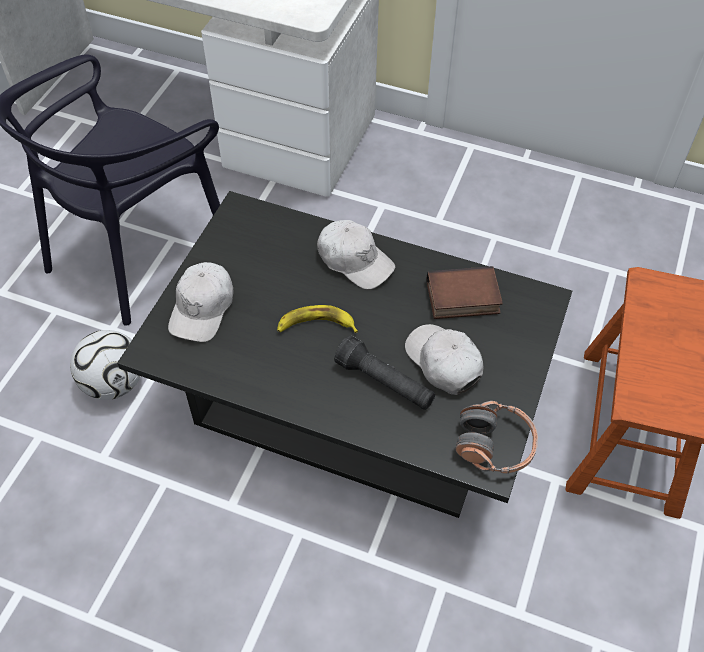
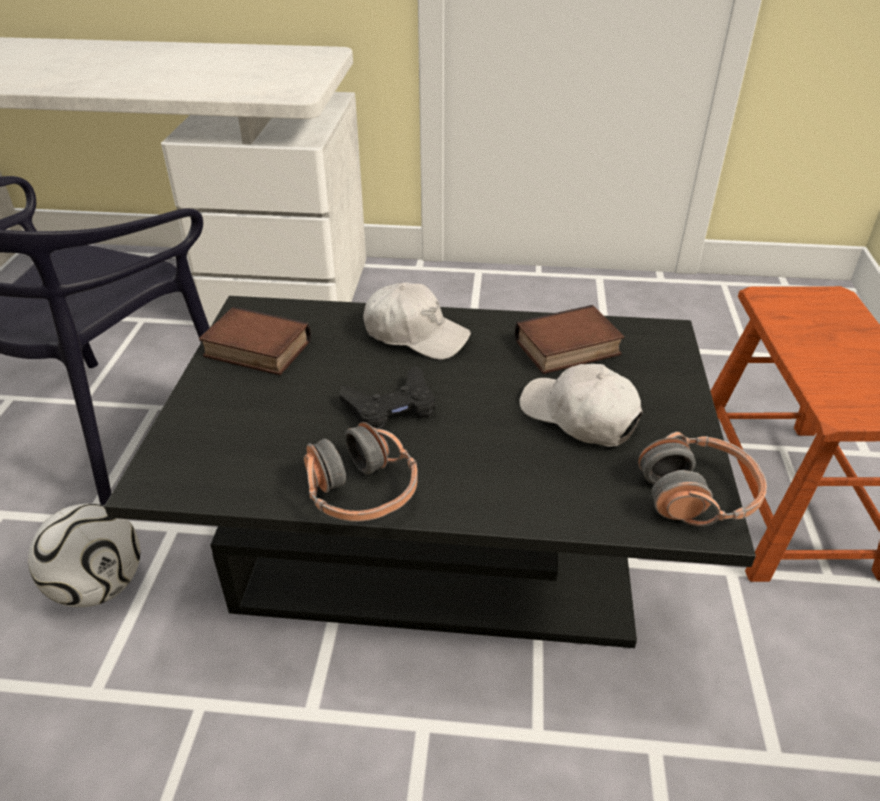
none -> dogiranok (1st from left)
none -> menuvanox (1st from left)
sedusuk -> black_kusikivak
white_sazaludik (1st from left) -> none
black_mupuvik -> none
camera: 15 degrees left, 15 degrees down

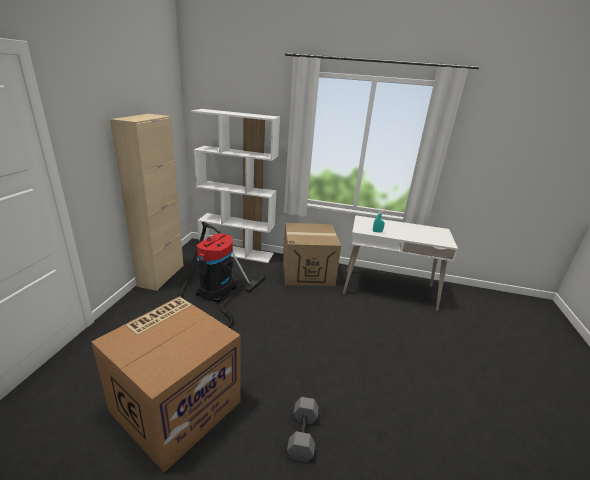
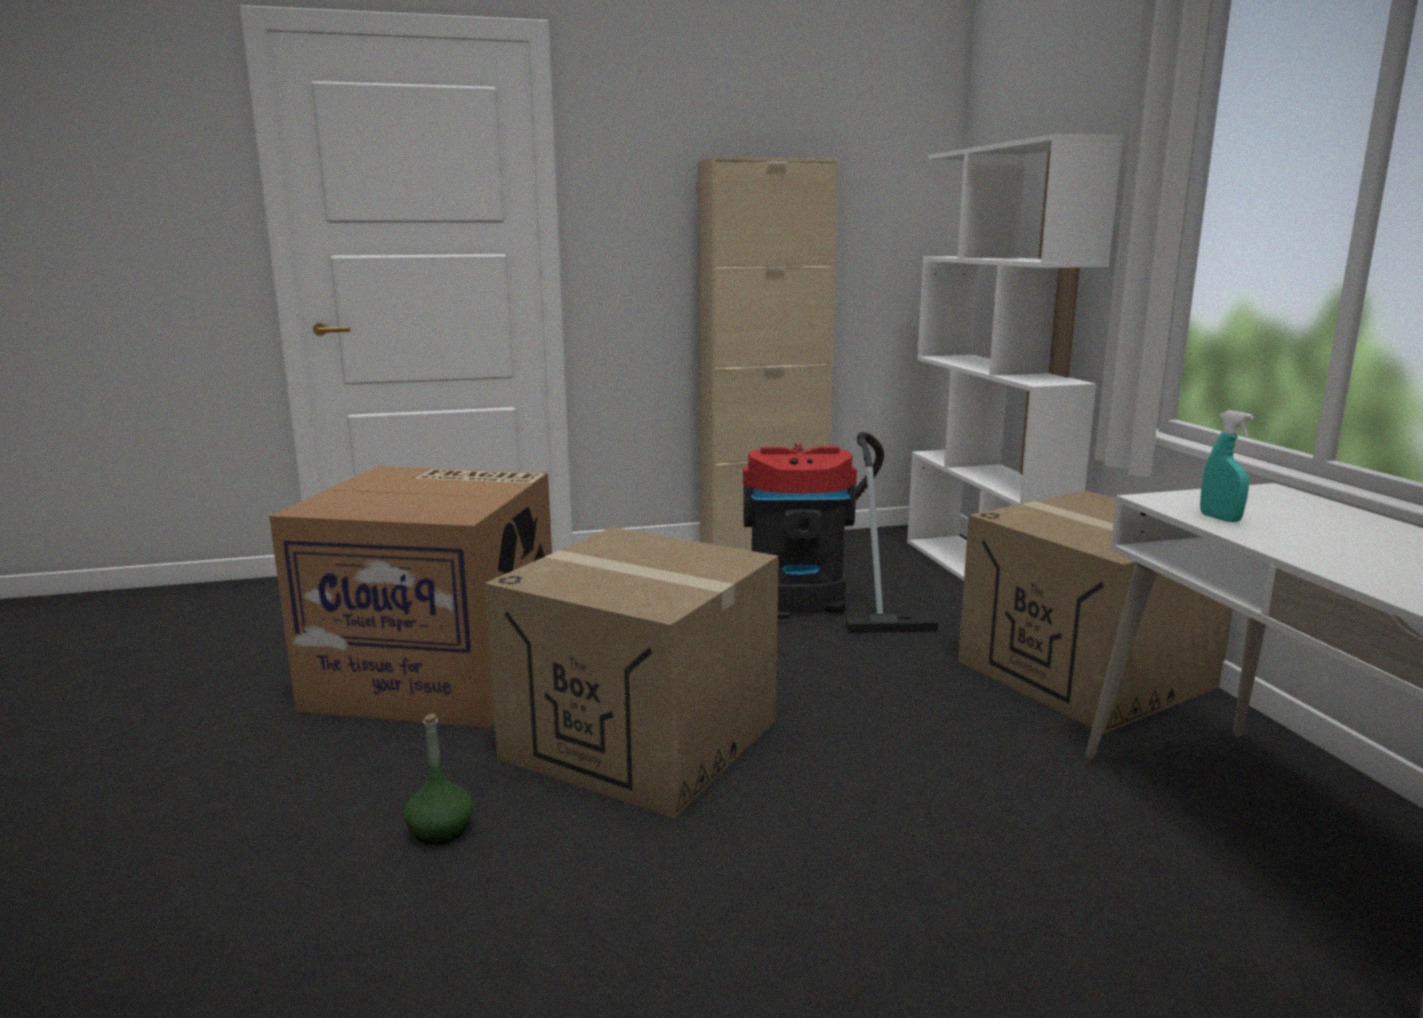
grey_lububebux -> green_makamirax
none -> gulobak (2nd from left)
camera: 65 degrees right, 10 degrees down

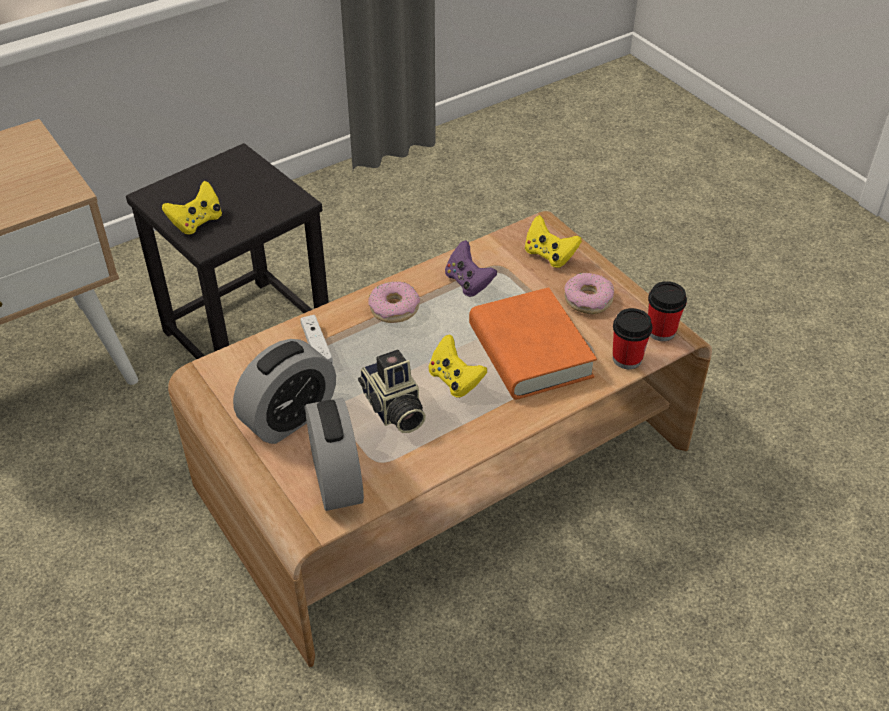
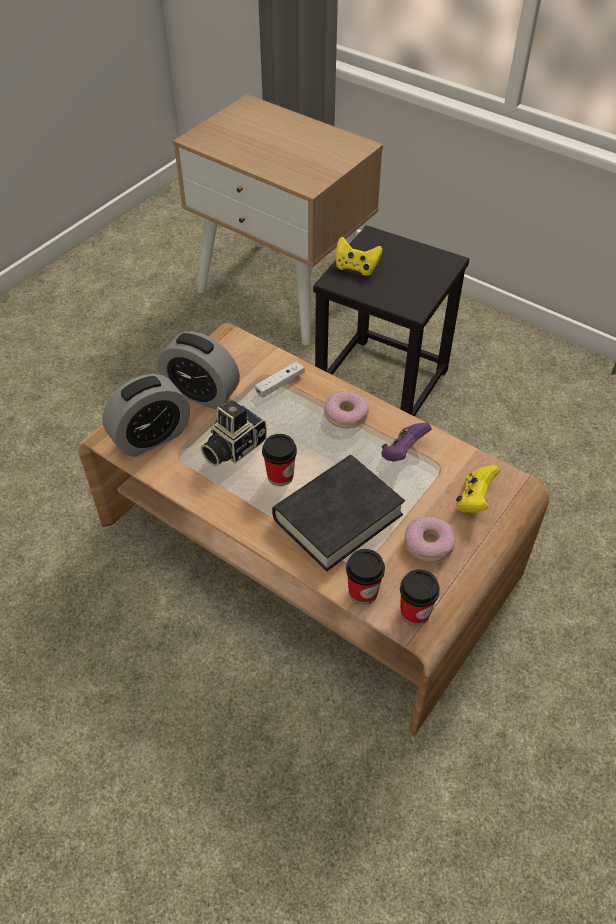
yellow_kusikivak (2nd from left) -> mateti (1st from left)
orange_dogiranok -> black_dogiranok
camera: 70 degrees right, 5 degrees up

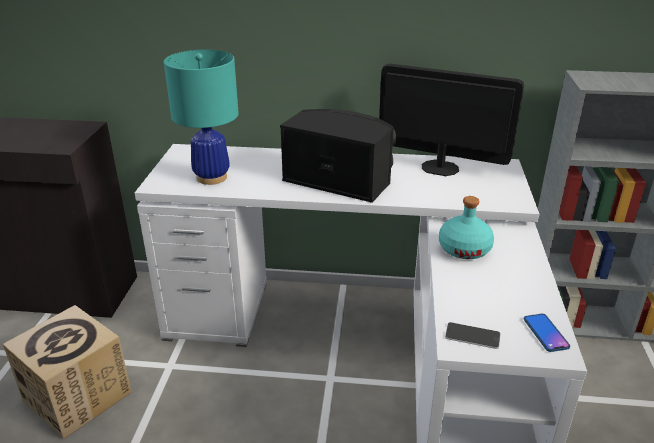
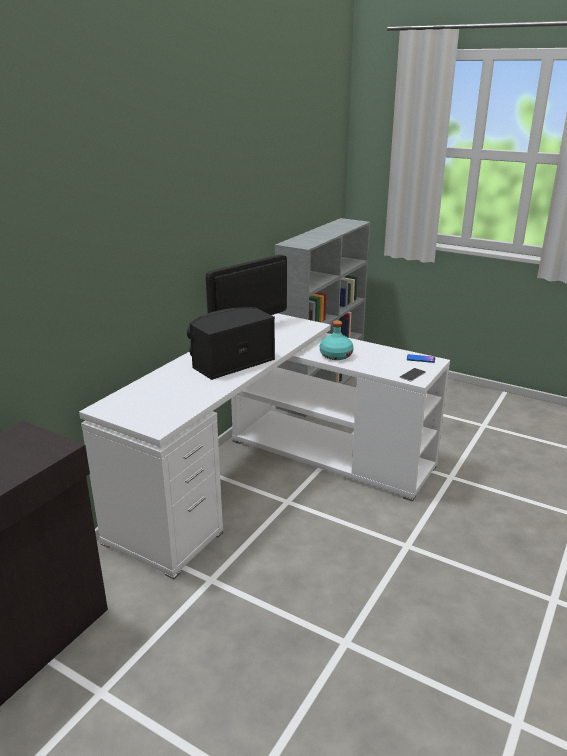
gulobak -> none
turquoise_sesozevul -> none
camera: 65 degrees left, 5 degrees down

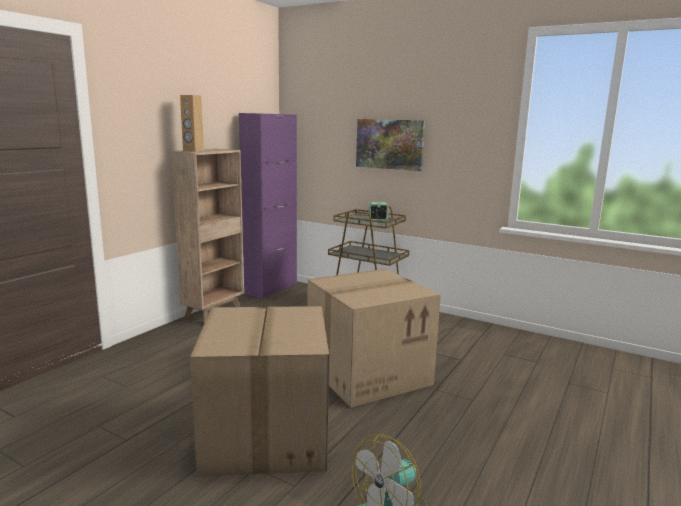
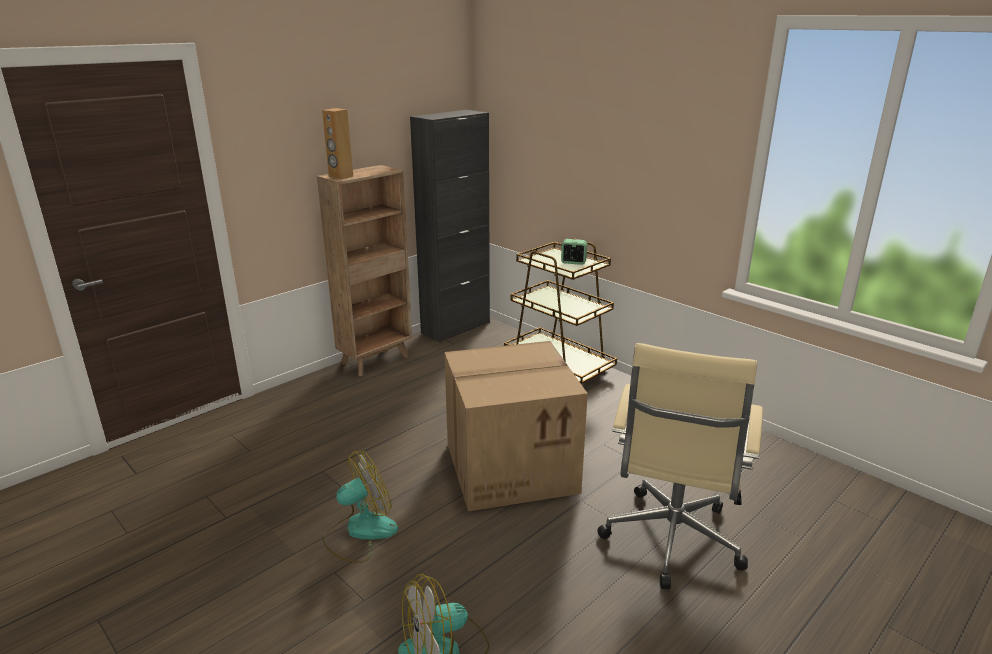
gulobak (1st from left) -> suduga (1st from left)
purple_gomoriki -> black_gomoriki
none -> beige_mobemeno
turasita -> none
camera: 15 degrees right, 10 degrees up

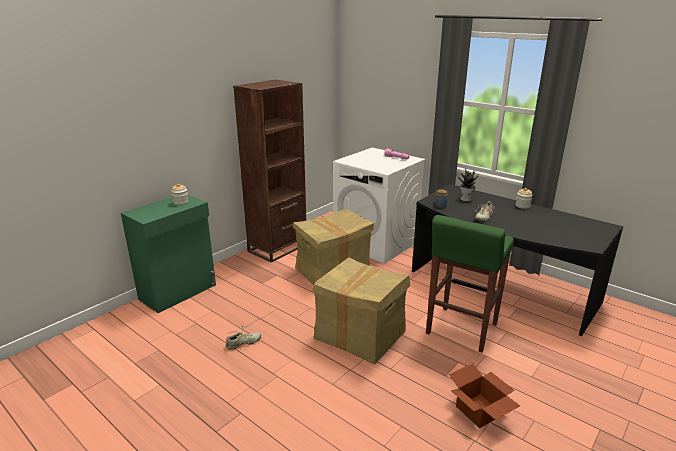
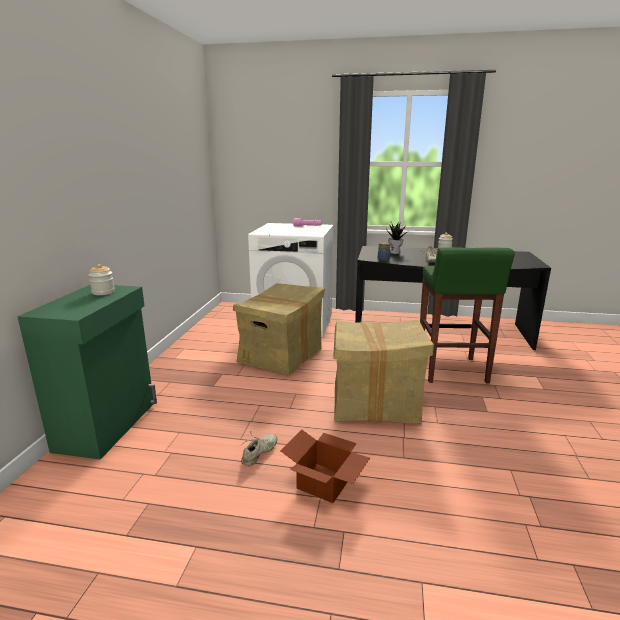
gulobak (3rd from left in the first image) -> gulobak (2nd from left), moved
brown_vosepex -> none
camera: 30 degrees left, 5 degrees down

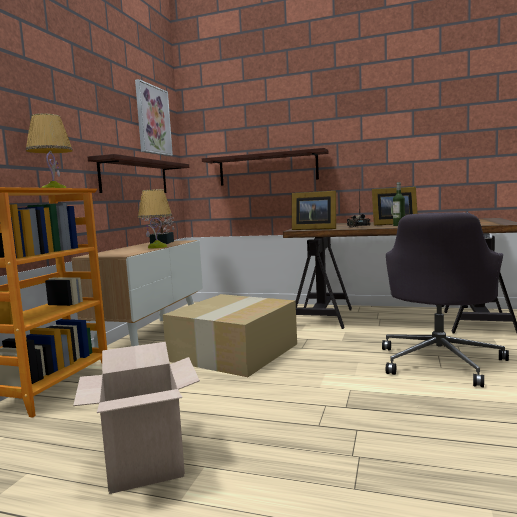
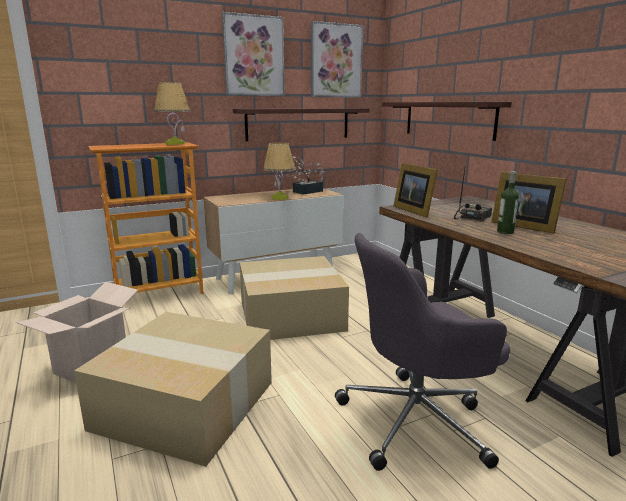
none -> gulobak (2nd from left)
none -> turasita (1st from left)
camera: 45 degrees right, 10 degrees up

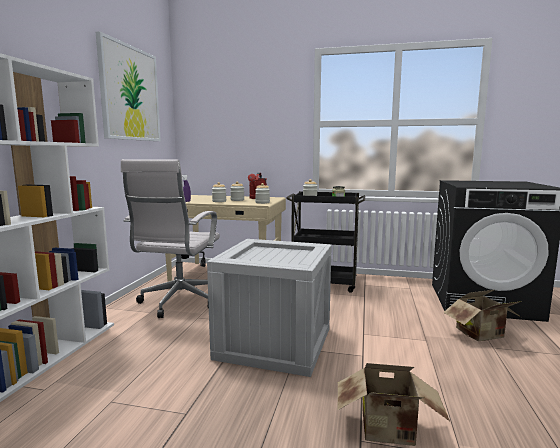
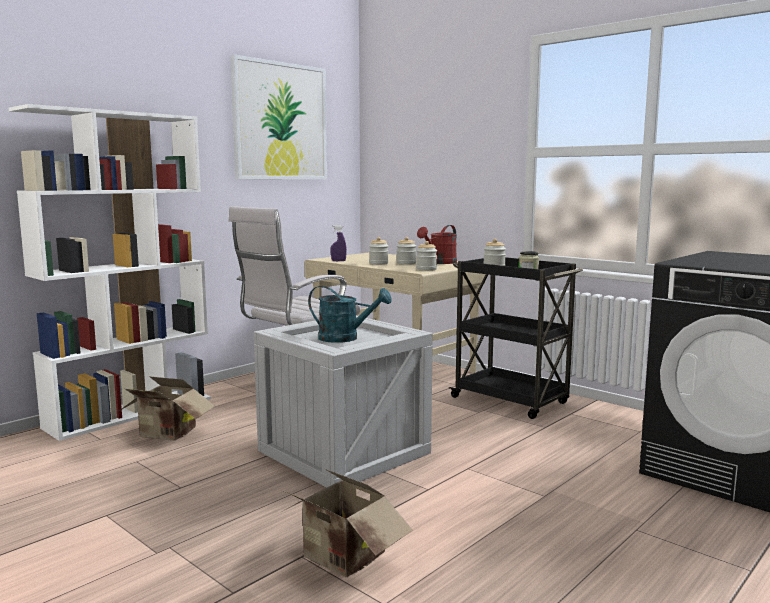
gulobak (2nd from left in the first image) -> gulobak (1st from left), moved
none -> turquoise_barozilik
camera: 30 degrees right, 0 degrees up

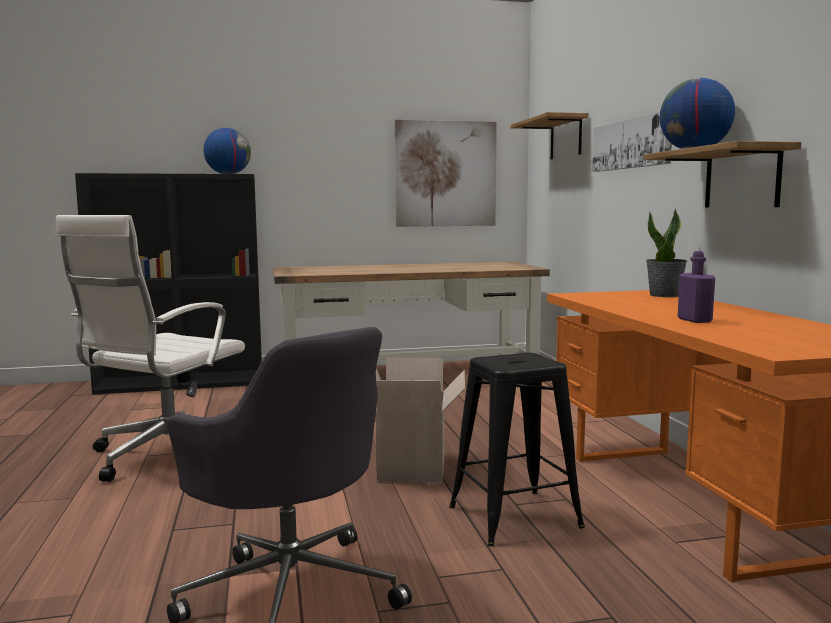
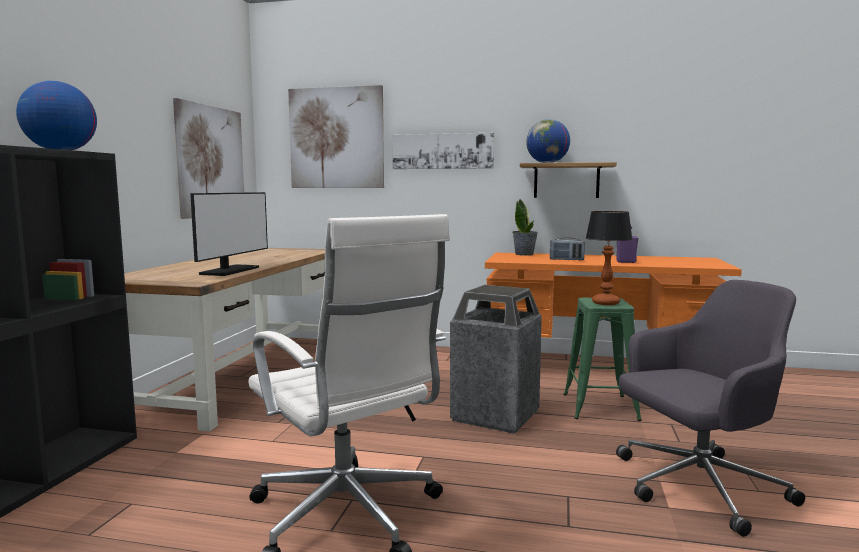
none -> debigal
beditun (1st from left) -> turasita (2nd from left)
gulobak -> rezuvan
none -> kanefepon
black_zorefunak -> green_zorefunak
none -> sesozevul
camera: 65 degrees left, 0 degrees up

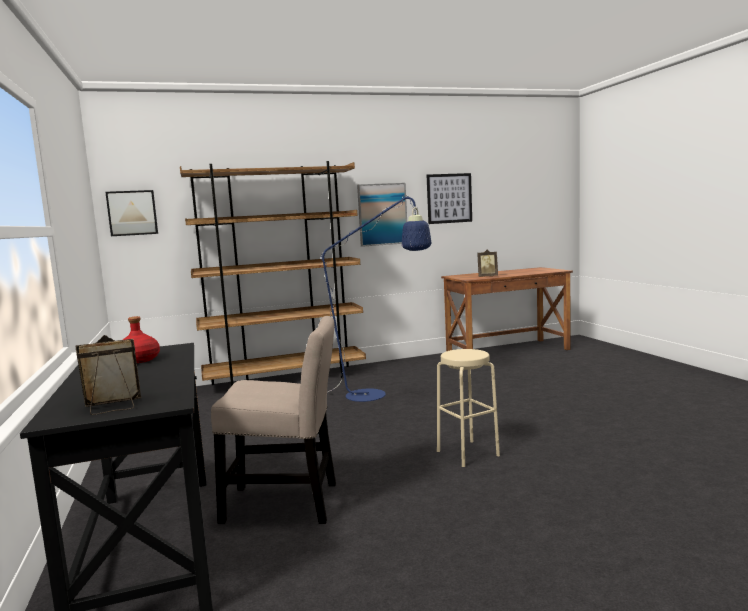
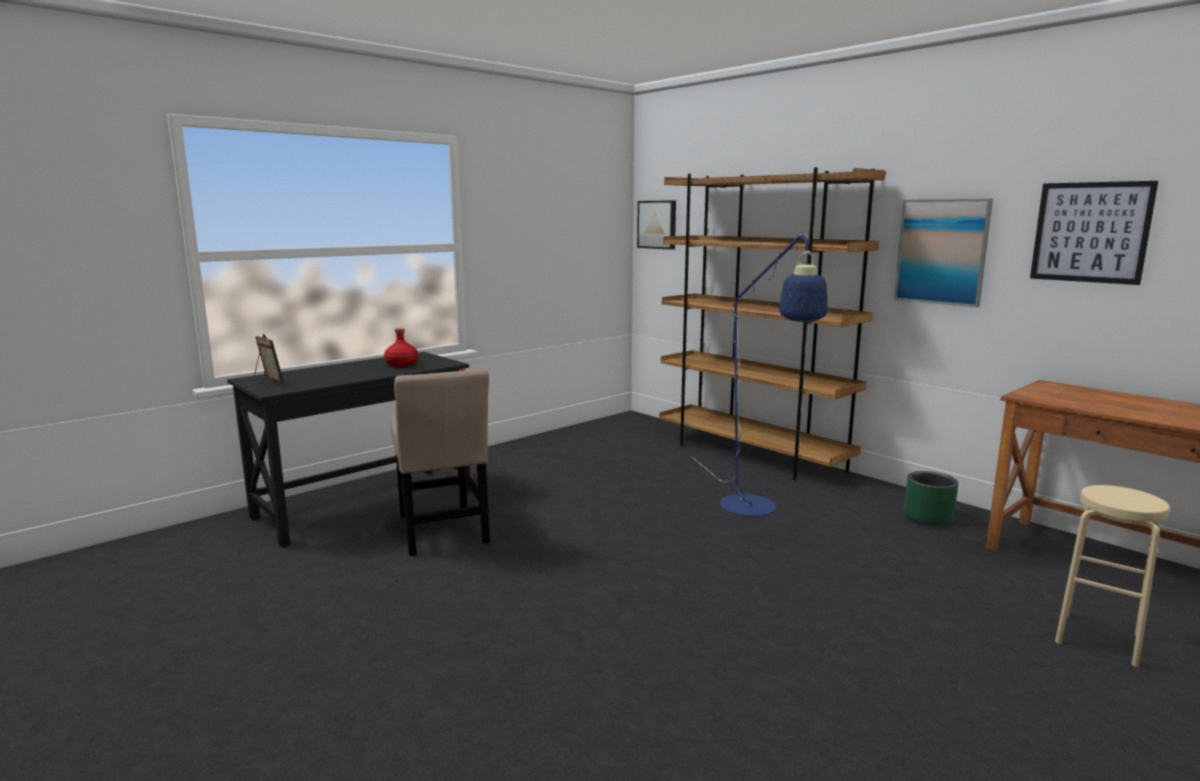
none -> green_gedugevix
beige_zorefunak, moved
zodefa (2nd from left) -> none
camera: 65 degrees right, 5 degrees up

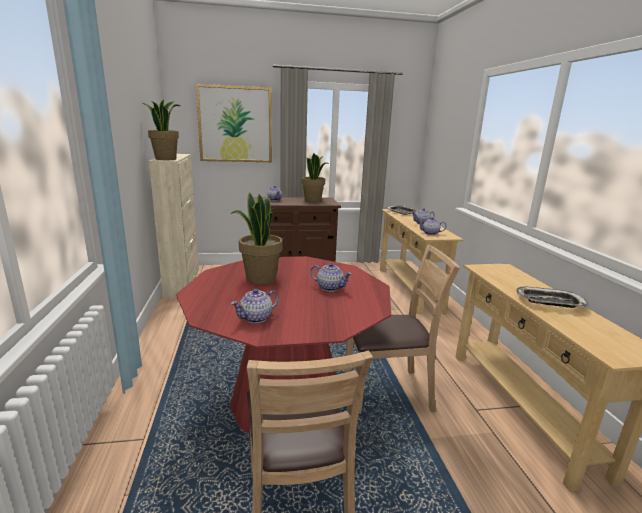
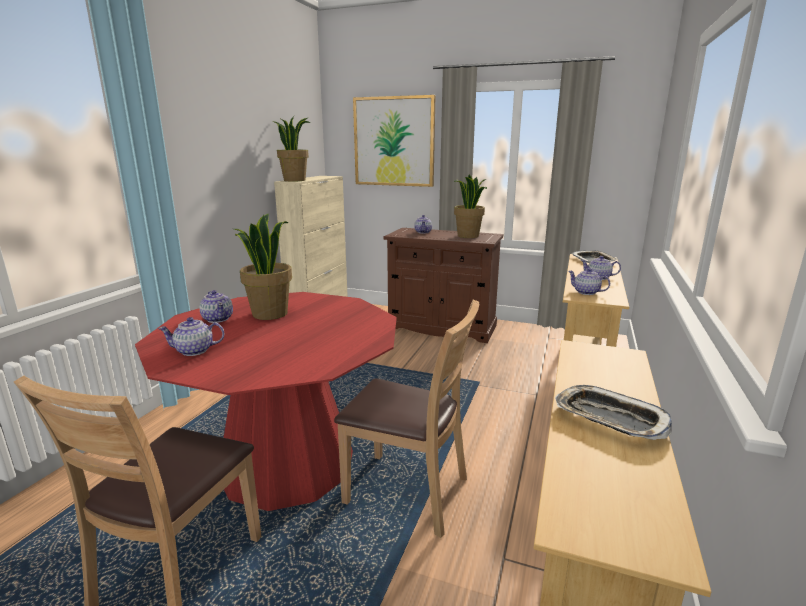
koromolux (3rd from left in the first image) -> koromolux (2nd from left), moved
camera: 30 degrees right, 0 degrees up

